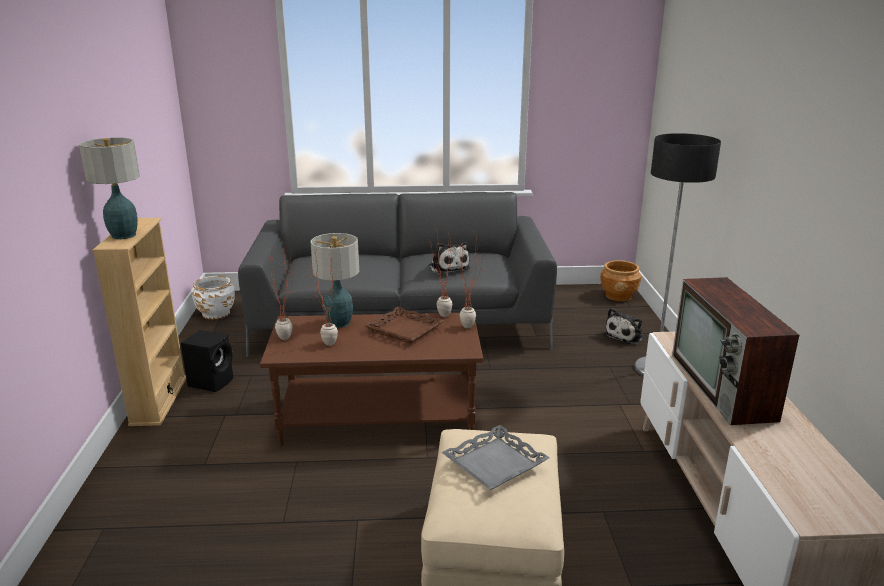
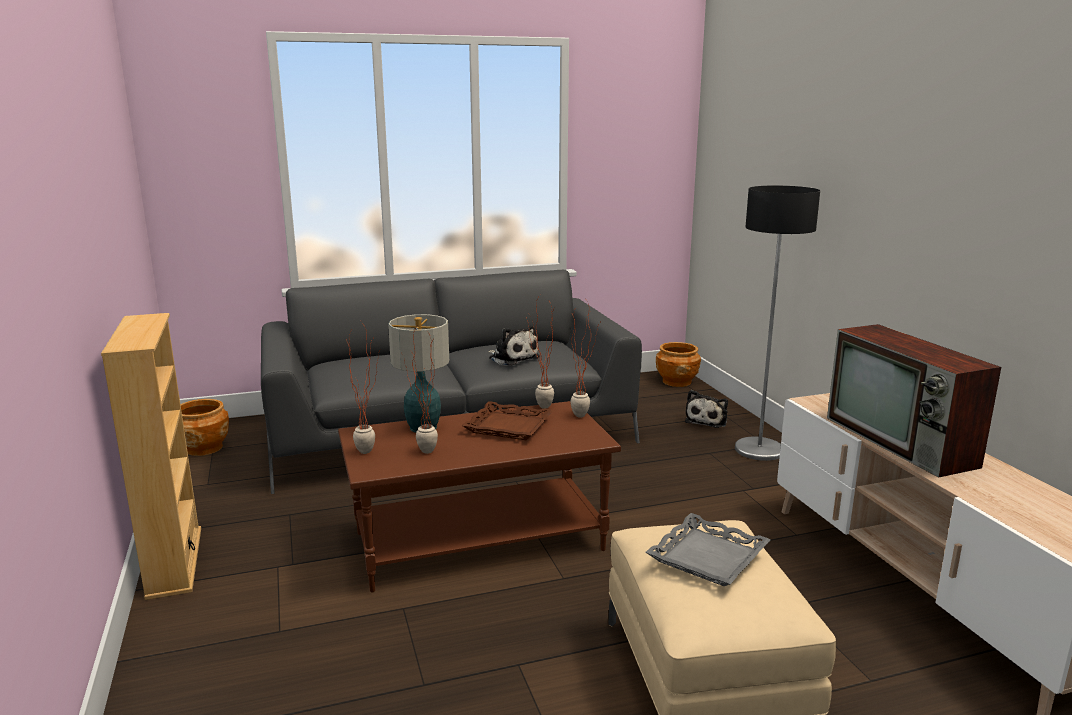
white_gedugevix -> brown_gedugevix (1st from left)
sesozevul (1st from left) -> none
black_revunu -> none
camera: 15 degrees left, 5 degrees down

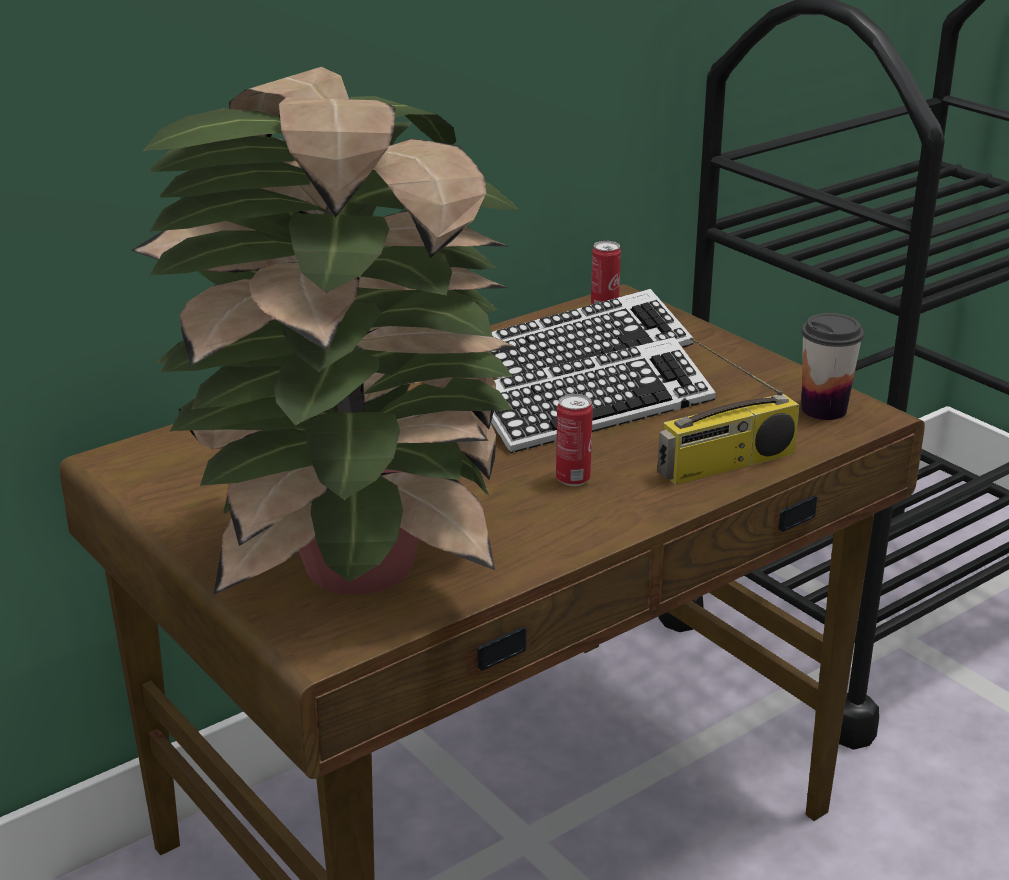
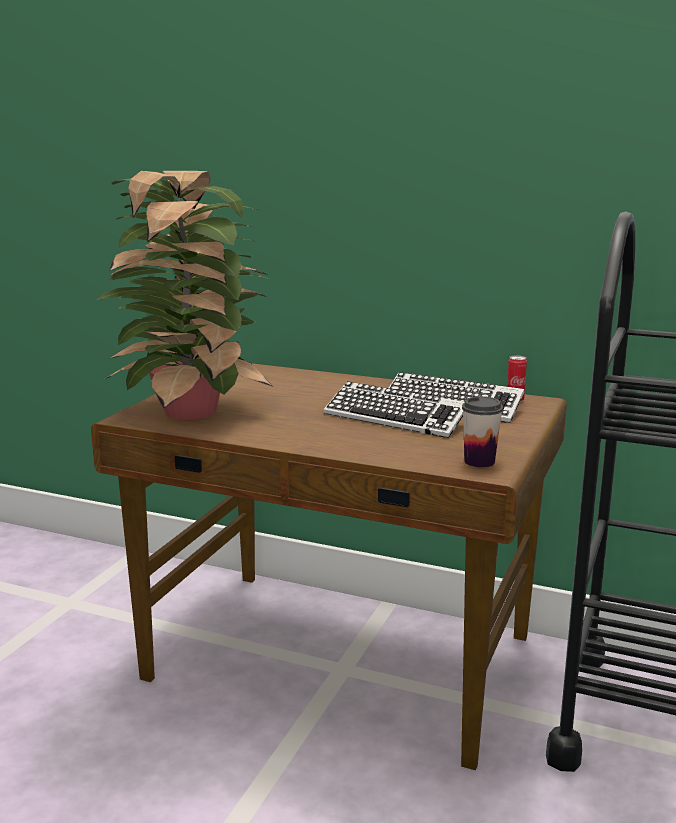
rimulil (1st from left) -> none
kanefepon -> none
camera: 60 degrees right, 10 degrees down

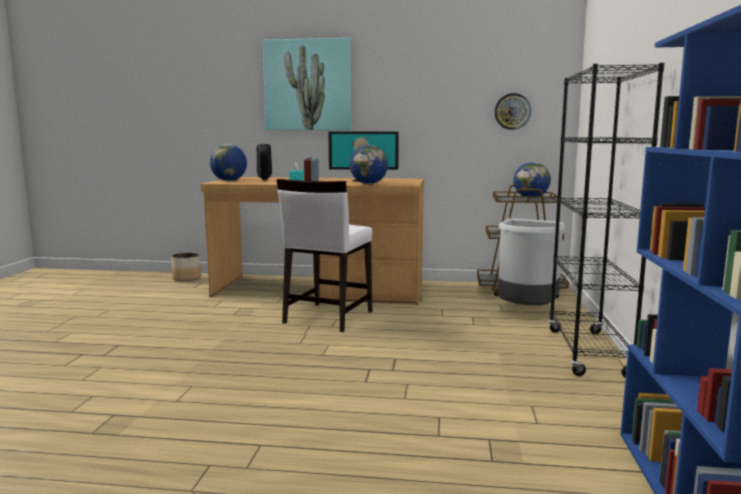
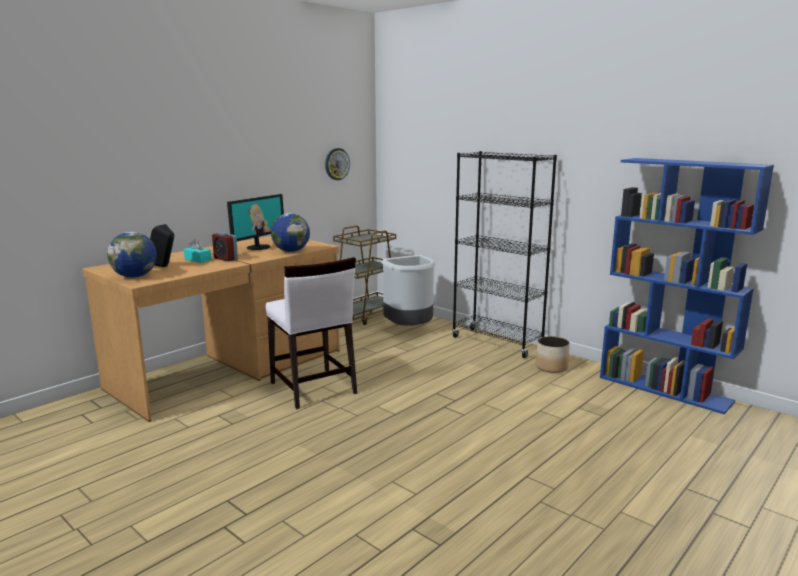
gedugevix, moved
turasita -> none
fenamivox (3rd from left) -> none
camera: 55 degrees left, 5 degrees up

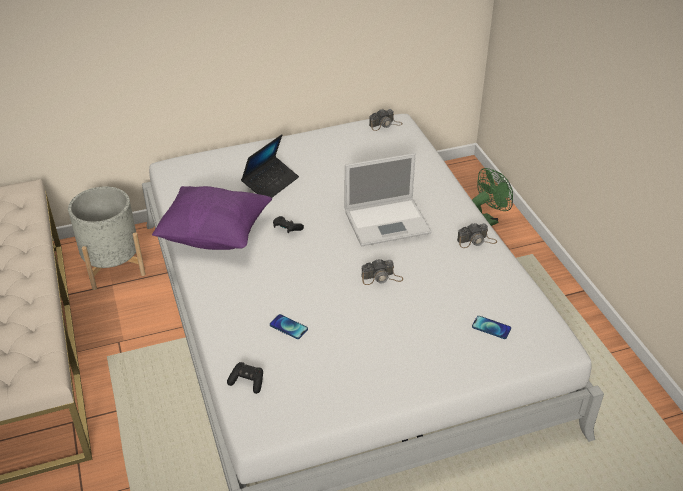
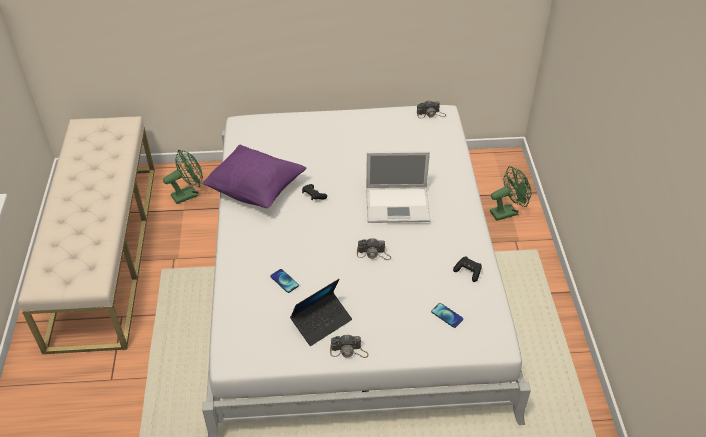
grey_gedugevix -> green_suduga (1st from left)
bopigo (1st from left), moved
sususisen (3rd from left in the first image) -> sususisen (1st from left), moved
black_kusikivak (1st from left in the first image) -> black_kusikivak (2nd from left), moved
camera: 15 degrees right, 5 degrees up

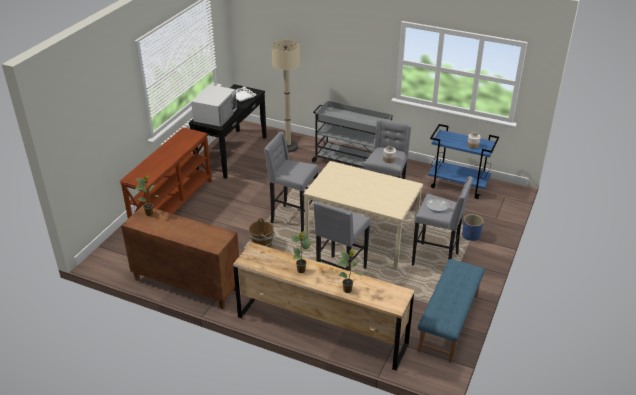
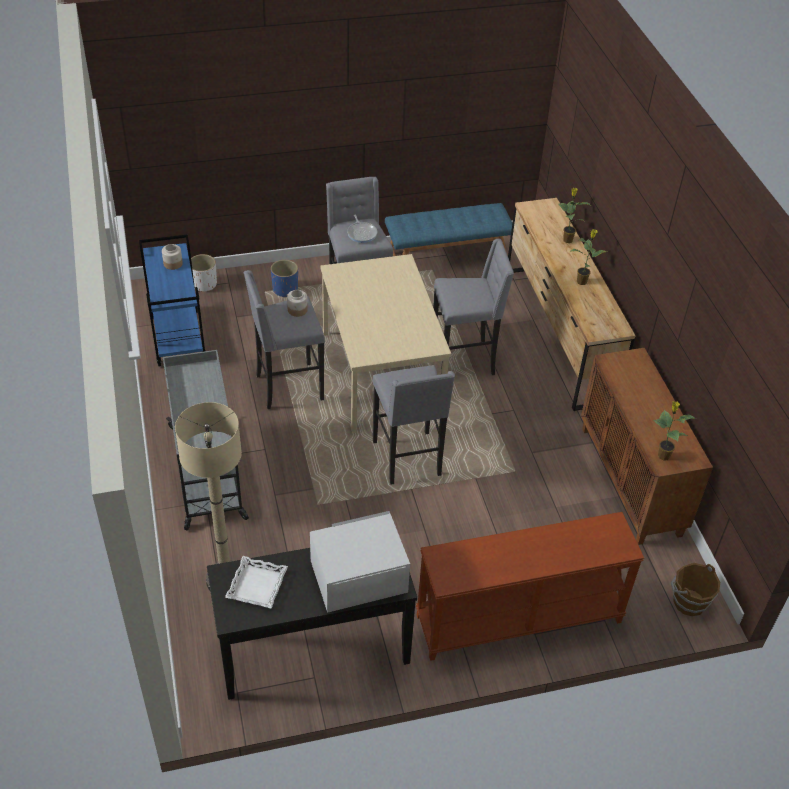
none -> white_gedugevix
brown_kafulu, moved
camera: 130 degrees left, 10 degrees up

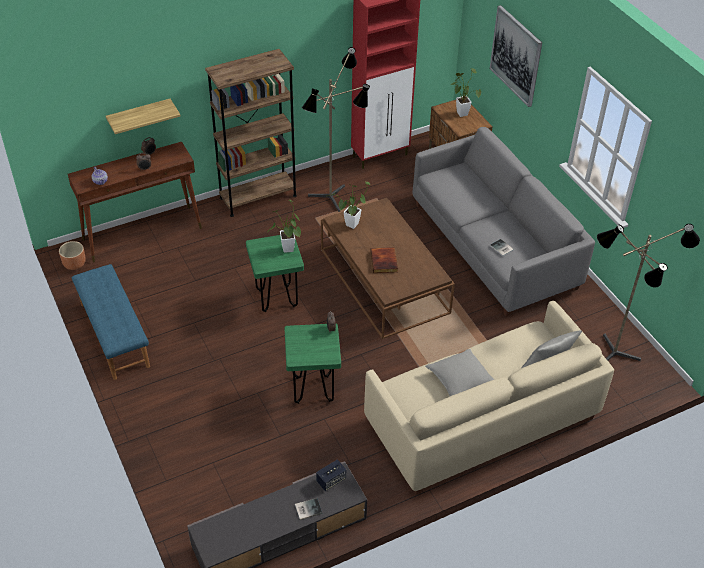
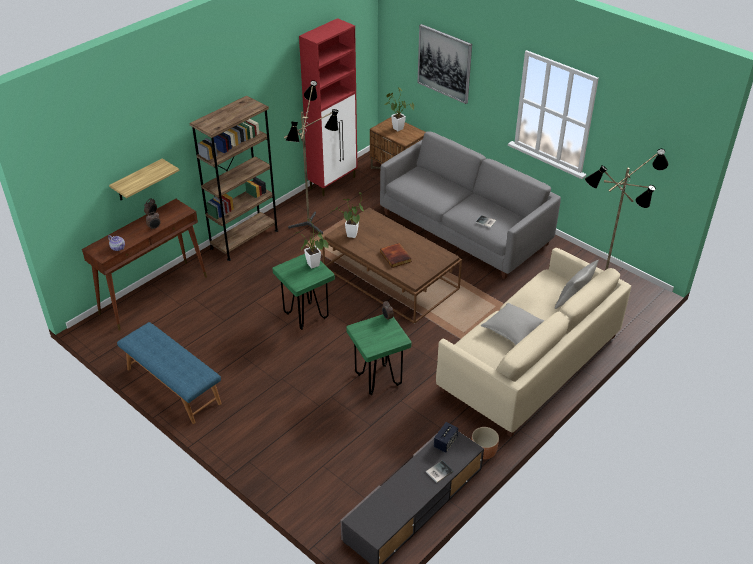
brown_gedugevix, moved
camera: 20 degrees left, 5 degrees down

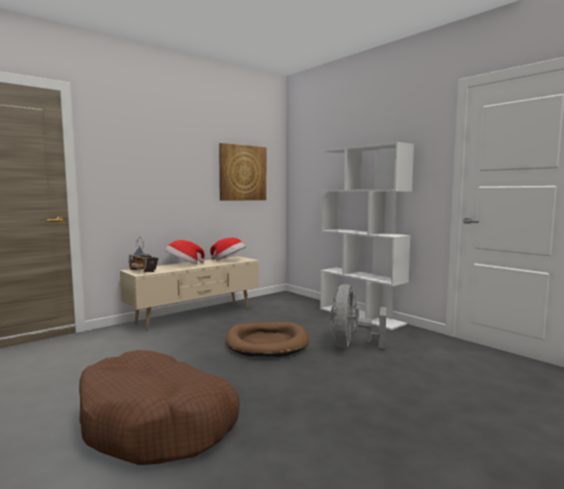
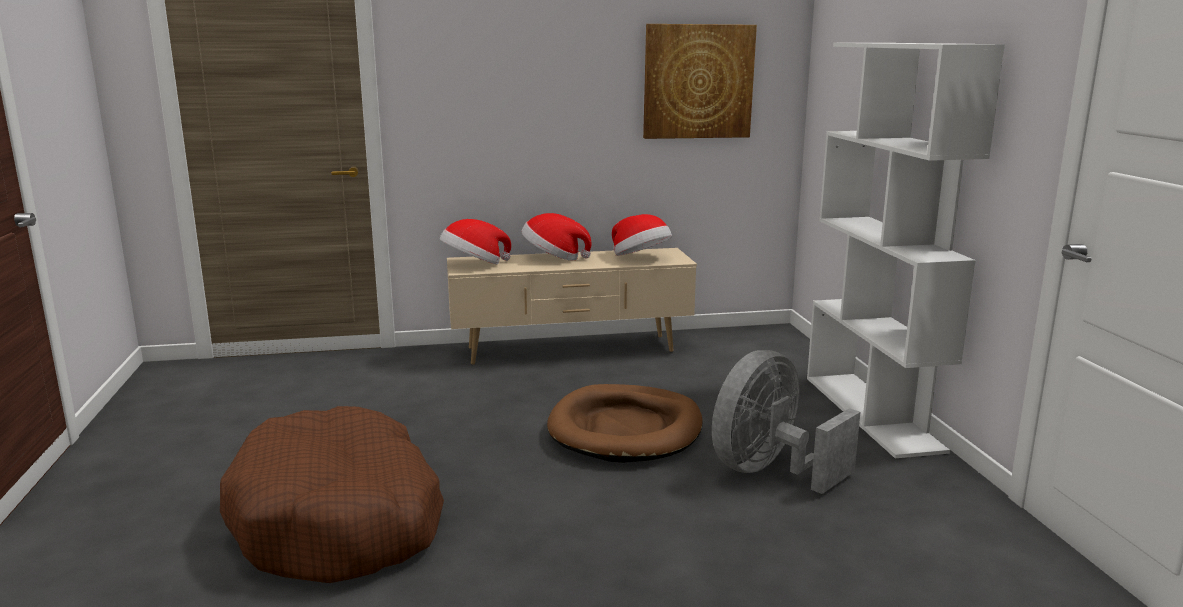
kanefepon -> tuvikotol (1st from left)
camera: 30 degrees right, 10 degrees up

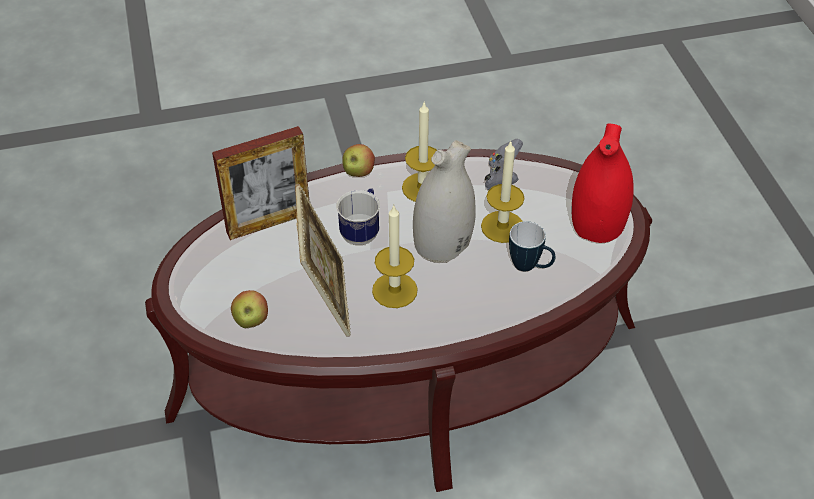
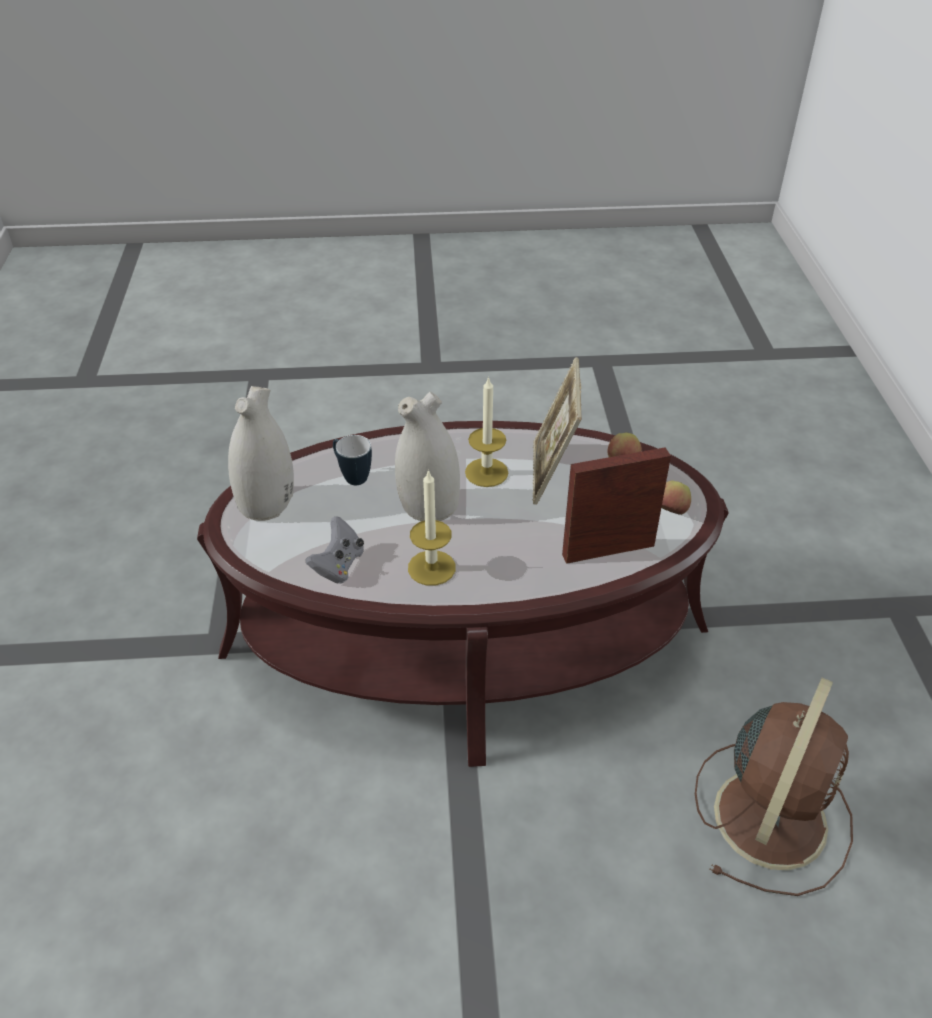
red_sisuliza -> white_sisuliza (1st from left)
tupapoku (2nd from left), moved
none -> brown_suduga
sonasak (1st from left) -> none
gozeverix (3rd from left) -> none
camera: 170 degrees left, 5 degrees down

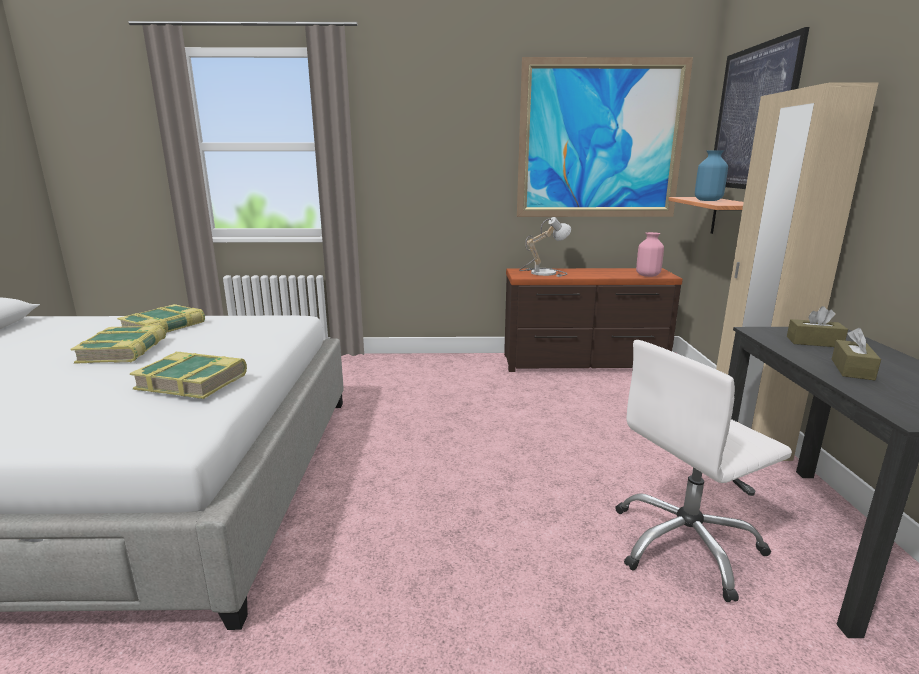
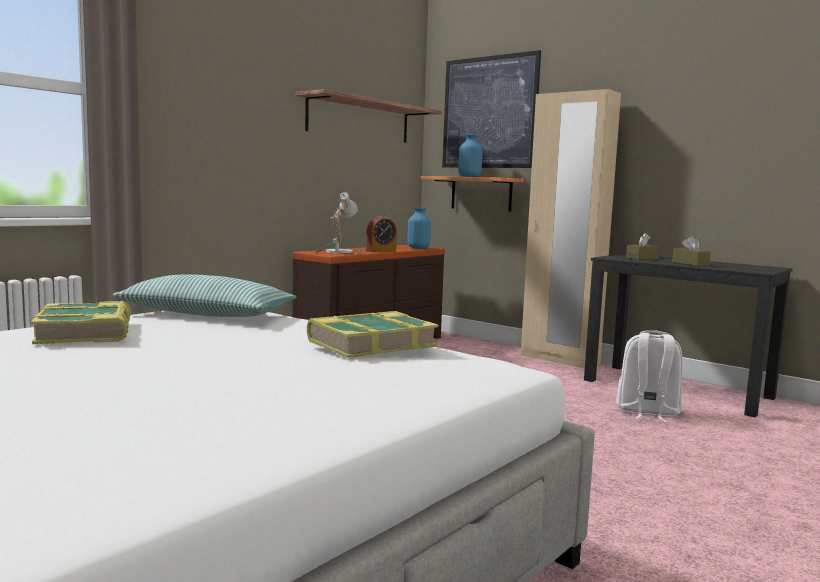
none -> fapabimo
turasita (1st from left) -> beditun (1st from left)
none -> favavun
pink_sisuliza -> blue_sisuliza (1st from left)
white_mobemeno -> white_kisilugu
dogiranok (1st from left) -> none
camera: 50 degrees left, 10 degrees down

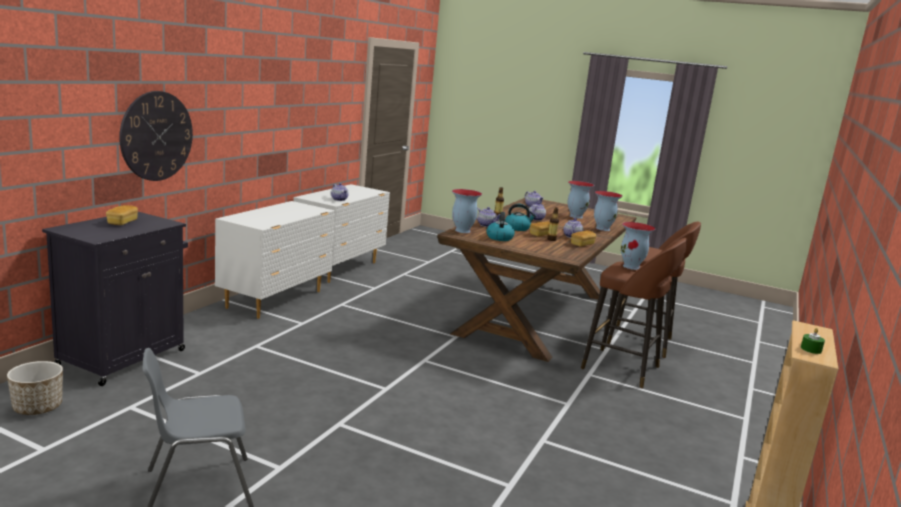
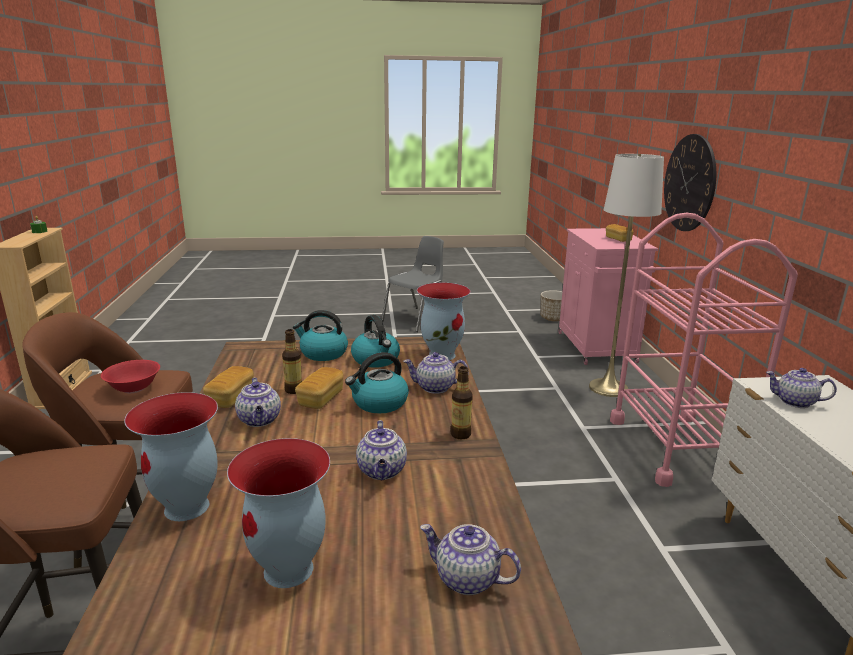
sisuliza (4th from left) -> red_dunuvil
none -> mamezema (1st from left)
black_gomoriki -> pink_gomoriki
none -> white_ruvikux
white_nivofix (1st from left) -> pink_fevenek
camera: 150 degrees right, 5 degrees up

